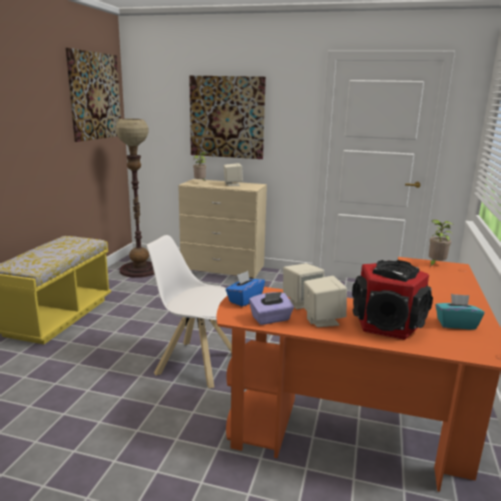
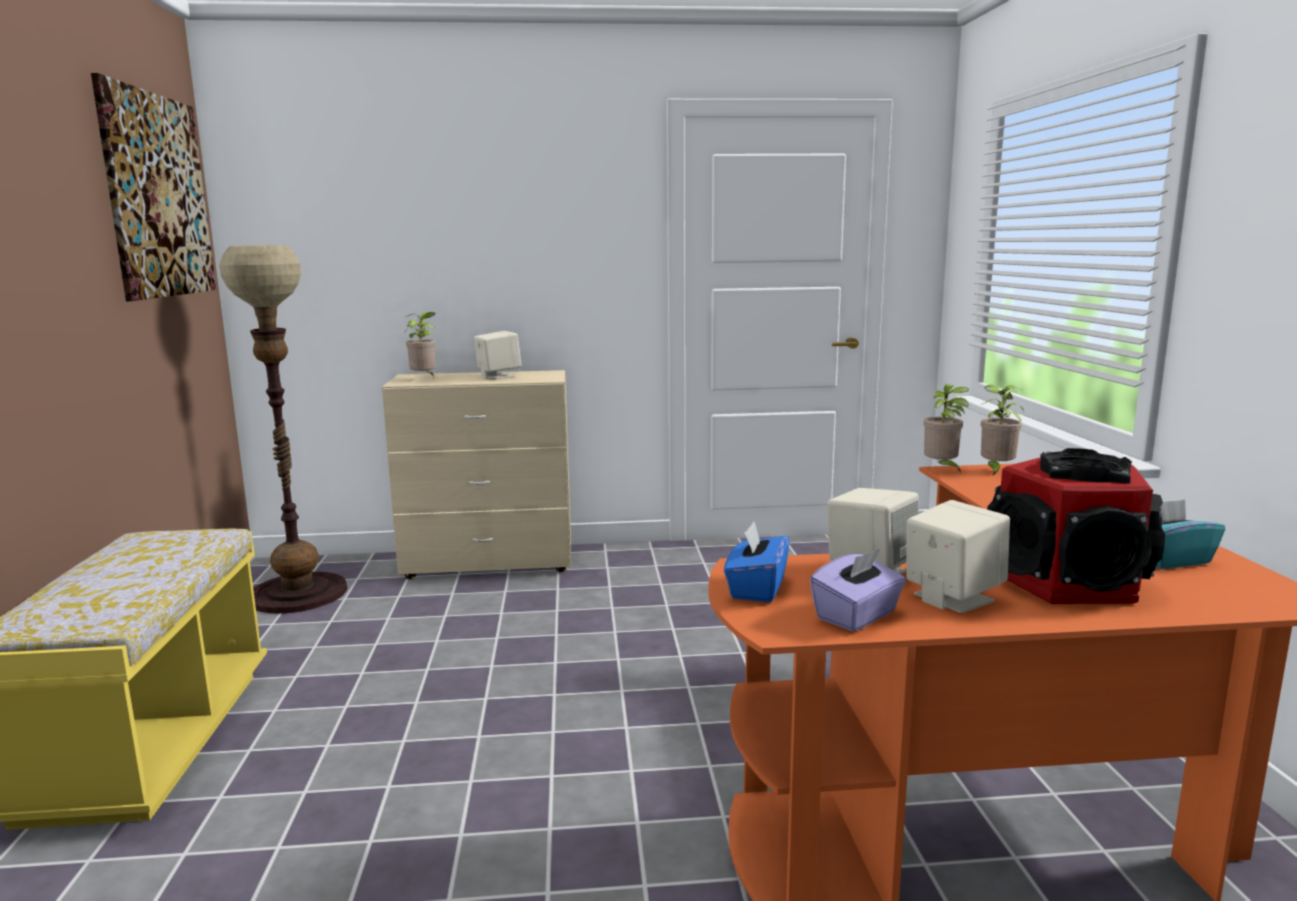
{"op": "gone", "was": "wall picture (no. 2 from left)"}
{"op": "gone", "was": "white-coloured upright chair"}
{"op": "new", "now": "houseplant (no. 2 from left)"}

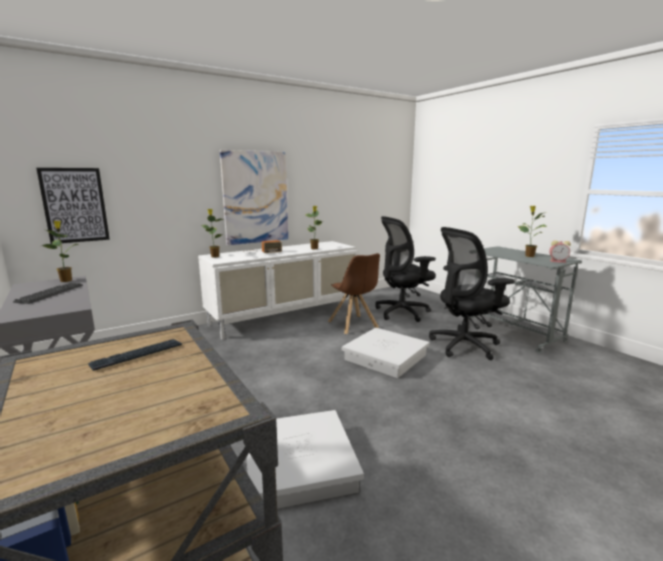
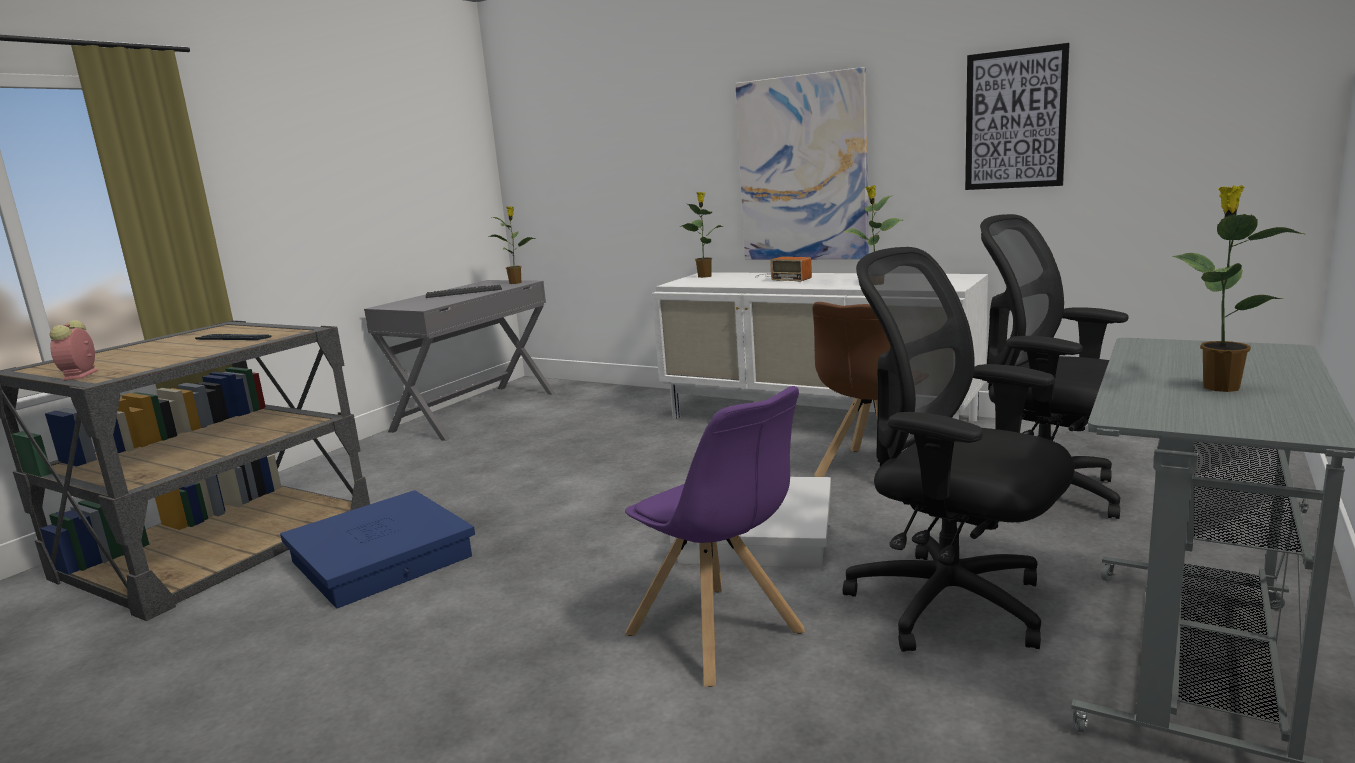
{"op": "shifted", "was": "wall picture (no. 1 from left in the first image)", "now": "wall picture (no. 2 from left)"}
{"op": "shifted", "was": "alarm clock"}
{"op": "repainted", "was": "white-coloured storage container (no. 1 from left)", "now": "bluish storage container"}
{"op": "new", "now": "purplish upright chair"}

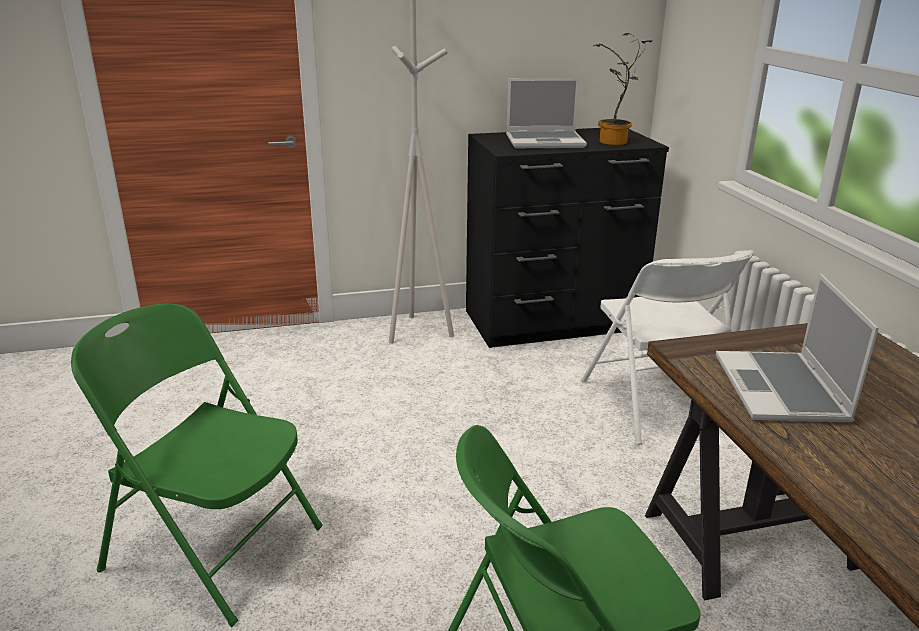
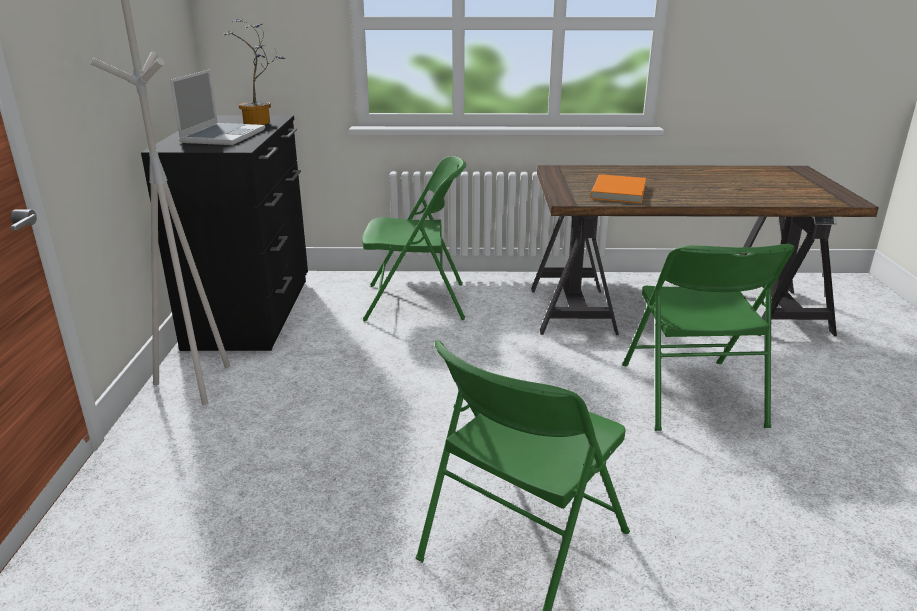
{"op": "repainted", "was": "white-coloured upright chair", "now": "green-coloured upright chair (no. 1 from left)"}
{"op": "swapped", "was": "portable computer (no. 2 from left)", "now": "orange-coloured book"}

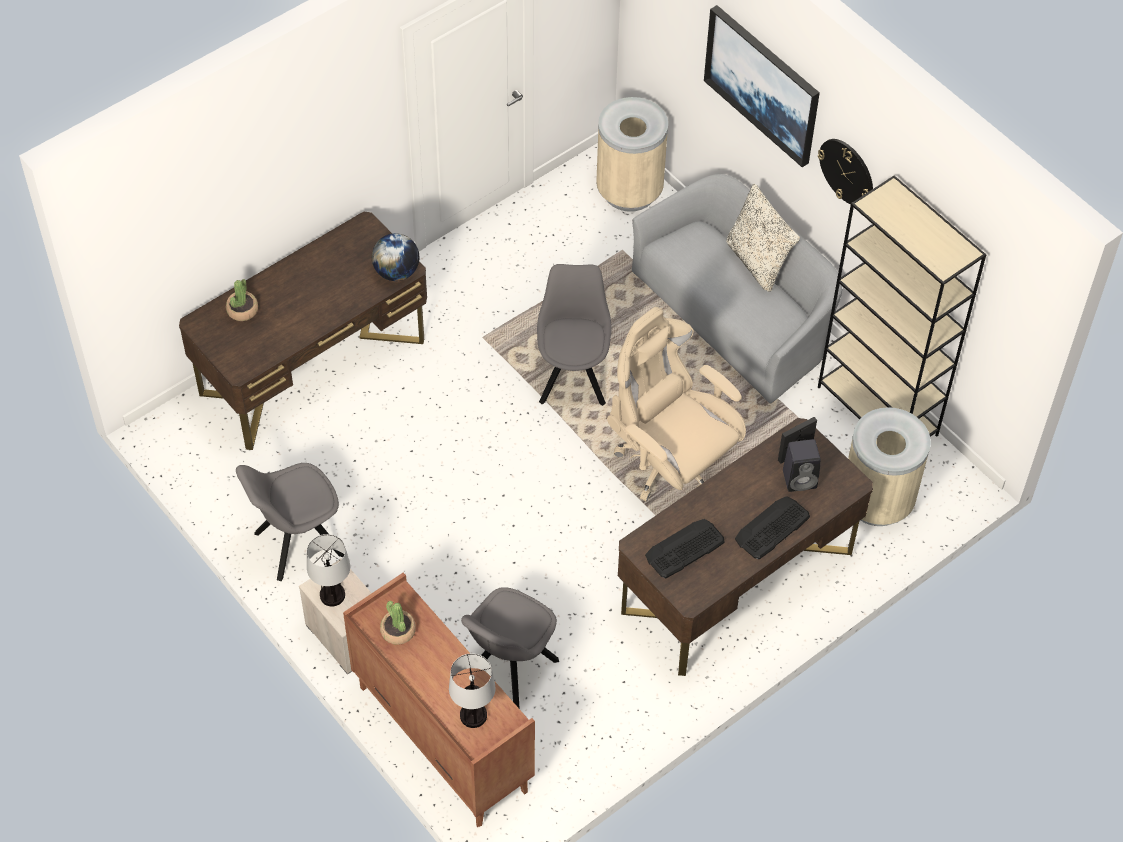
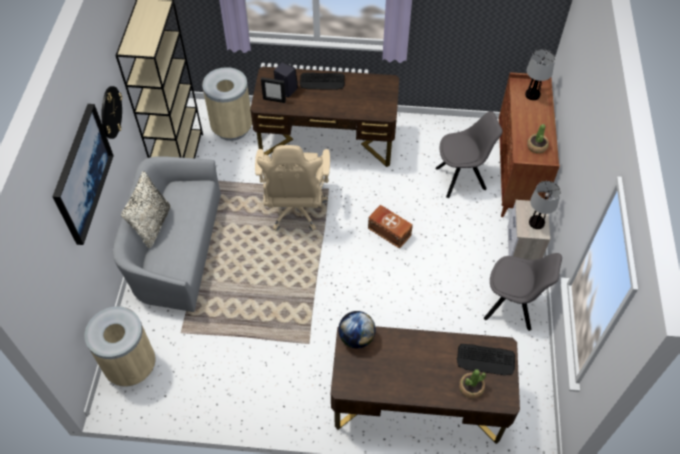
{"op": "gone", "was": "greyish upright chair (no. 3 from left)"}
{"op": "shifted", "was": "keyboard (no. 1 from left in the first image)", "now": "keyboard (no. 2 from left)"}
{"op": "new", "now": "brown-coloured storage container"}

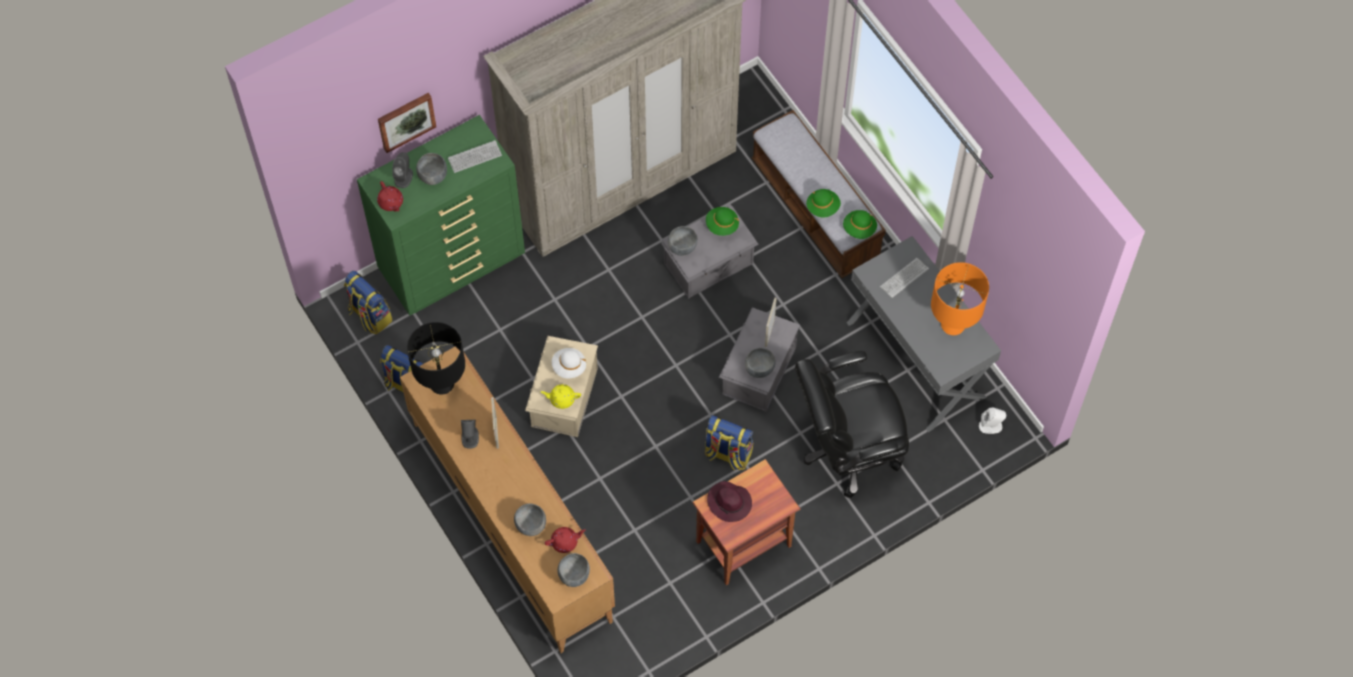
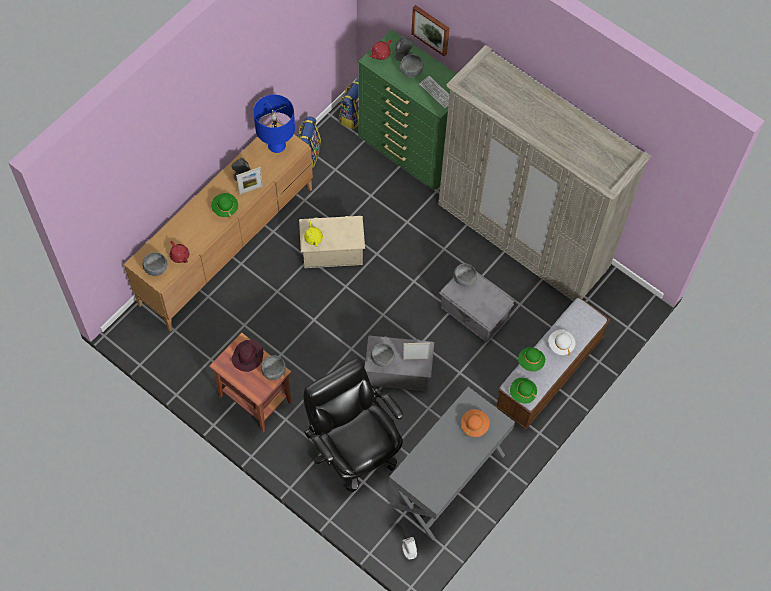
{"op": "shifted", "was": "green-coloured wearable hat (no. 1 from left)"}
{"op": "swapped", "was": "keyboard (no. 2 from left)", "now": "orange-coloured wearable hat"}
{"op": "gone", "was": "orange-coloured lamp for a table"}
{"op": "repainted", "was": "black lamp for a table", "now": "bluish lamp for a table"}
{"op": "shifted", "was": "white-coloured wearable hat"}
{"op": "gone", "was": "backpack (no. 3 from left)"}
{"op": "shifted", "was": "greyish serving bowl (no. 2 from left)"}

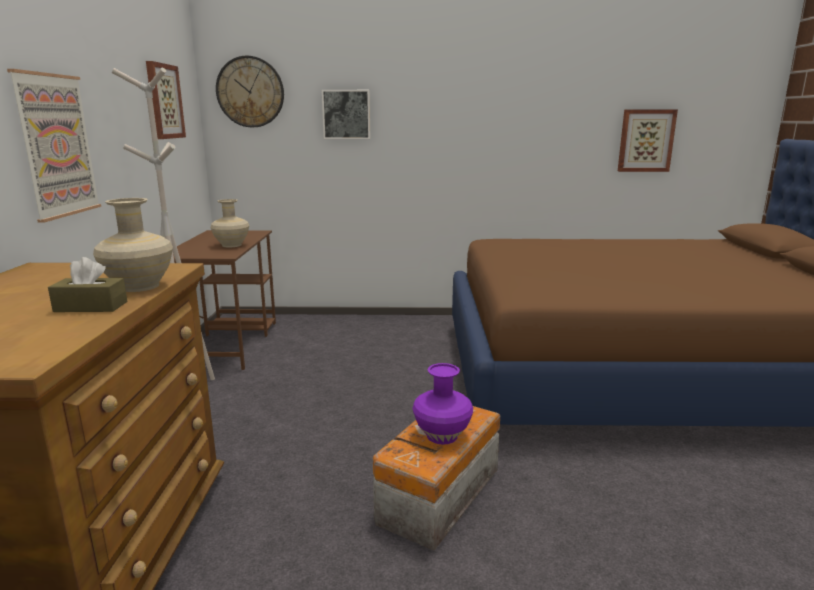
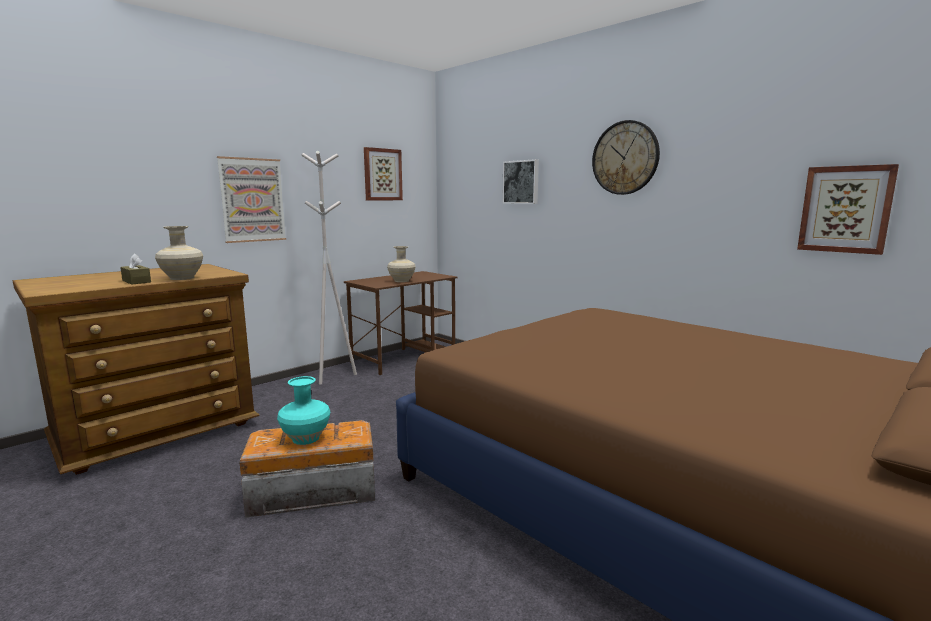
{"op": "shifted", "was": "wall clock"}
{"op": "repainted", "was": "purplish flower vase", "now": "blue-green flower vase"}

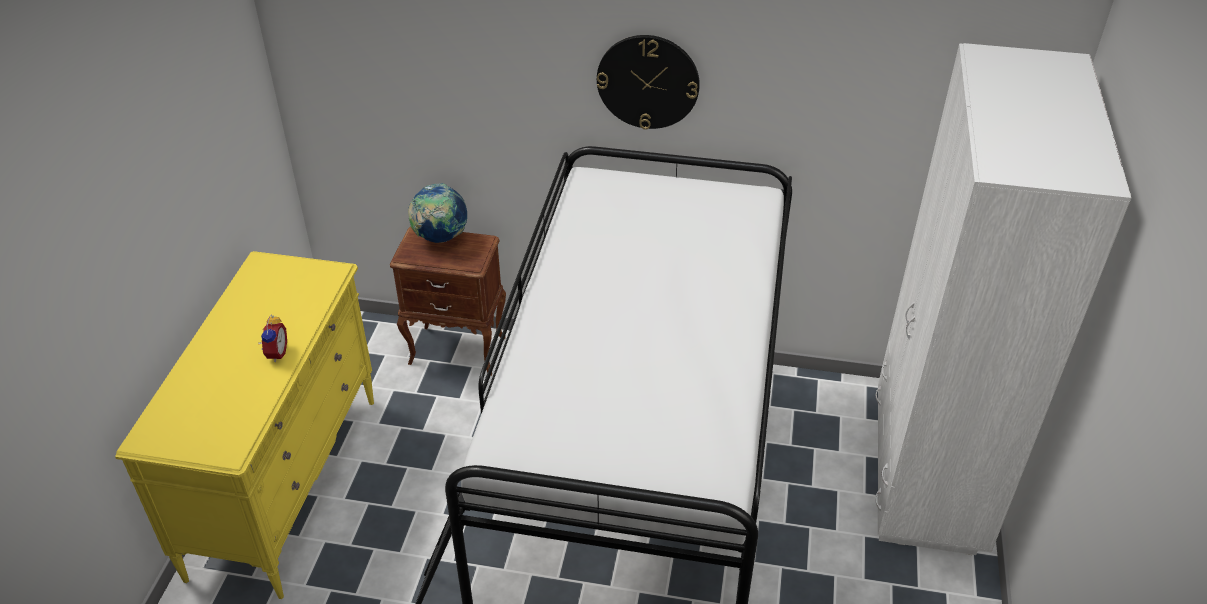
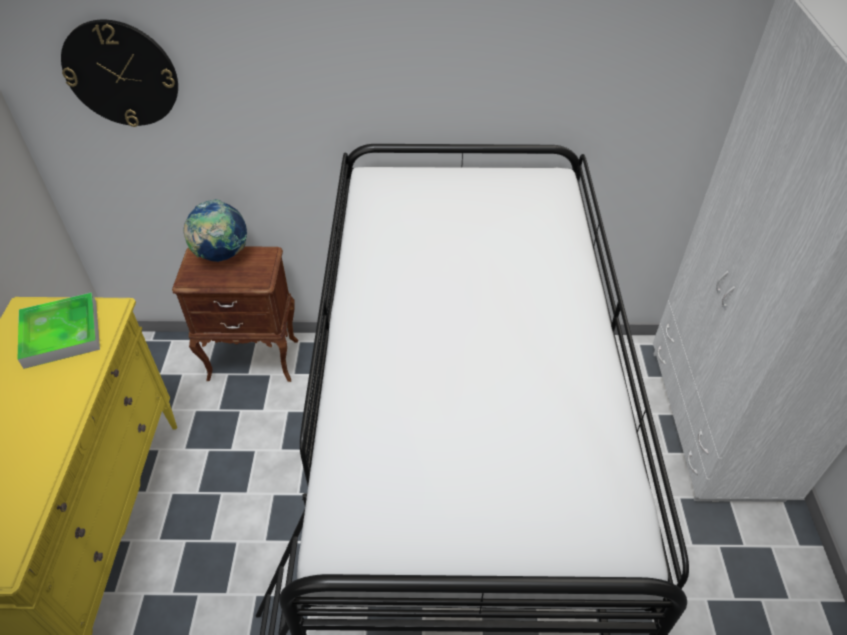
{"op": "shifted", "was": "wall clock"}
{"op": "gone", "was": "alarm clock"}
{"op": "new", "now": "carrying tray"}

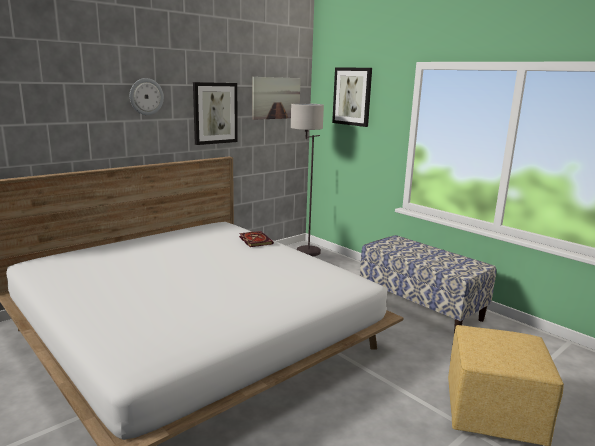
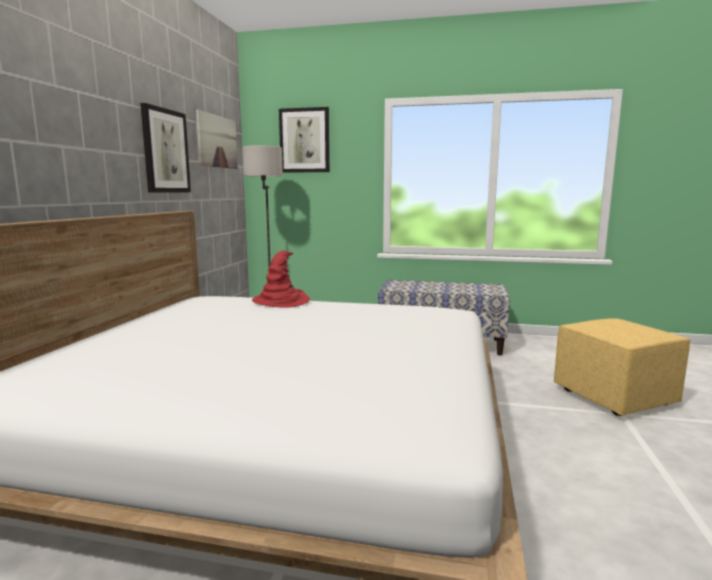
{"op": "gone", "was": "wall clock"}
{"op": "swapped", "was": "book", "now": "reddish wearable hat"}

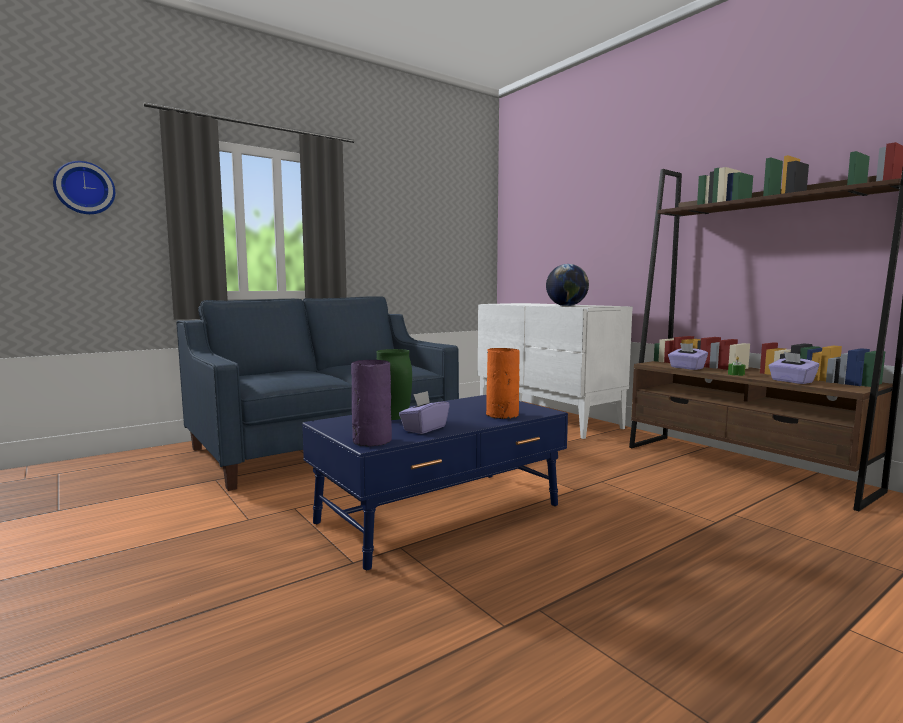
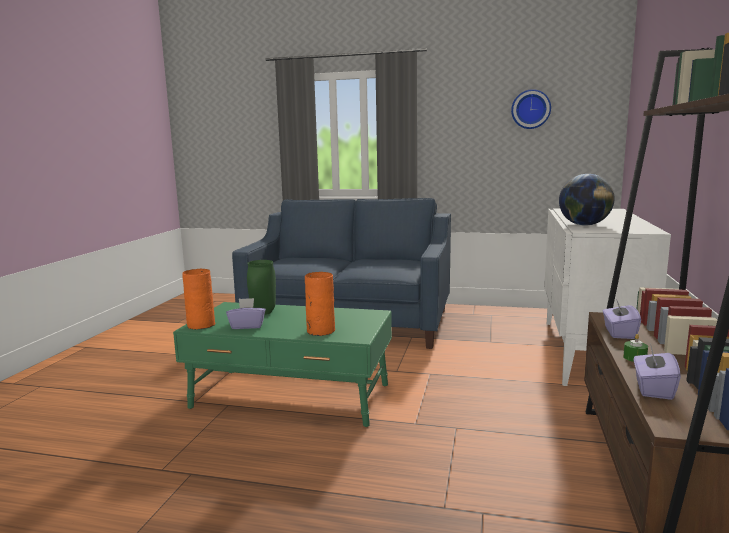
{"op": "shifted", "was": "wall clock"}
{"op": "repainted", "was": "purplish flower vase", "now": "orange-coloured flower vase (no. 1 from left)"}
{"op": "repainted", "was": "bluish low table", "now": "green-coloured low table"}

